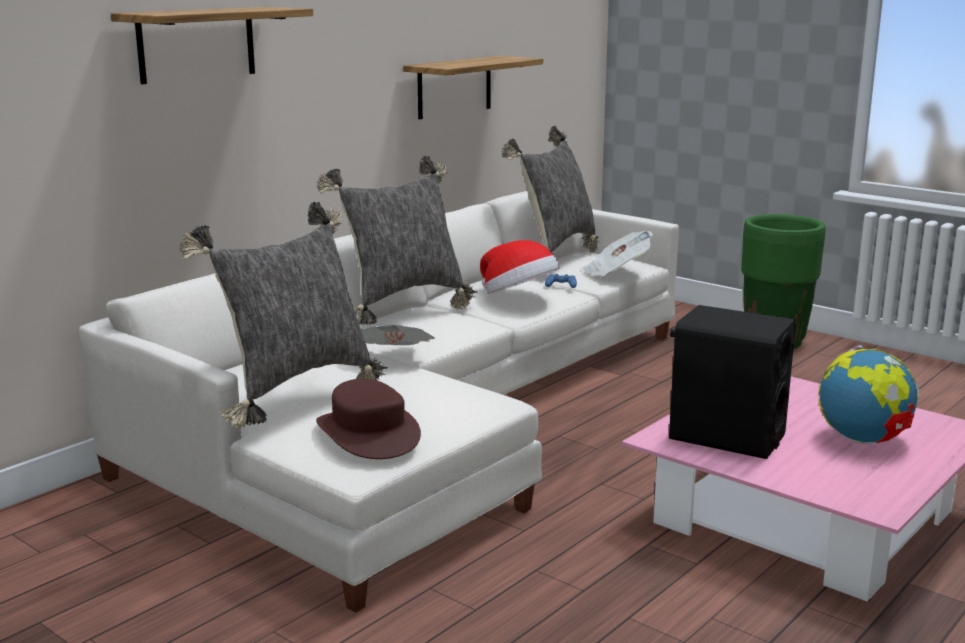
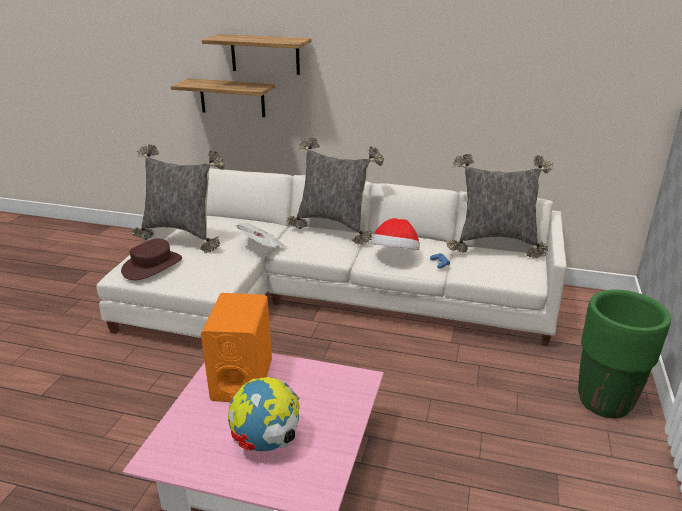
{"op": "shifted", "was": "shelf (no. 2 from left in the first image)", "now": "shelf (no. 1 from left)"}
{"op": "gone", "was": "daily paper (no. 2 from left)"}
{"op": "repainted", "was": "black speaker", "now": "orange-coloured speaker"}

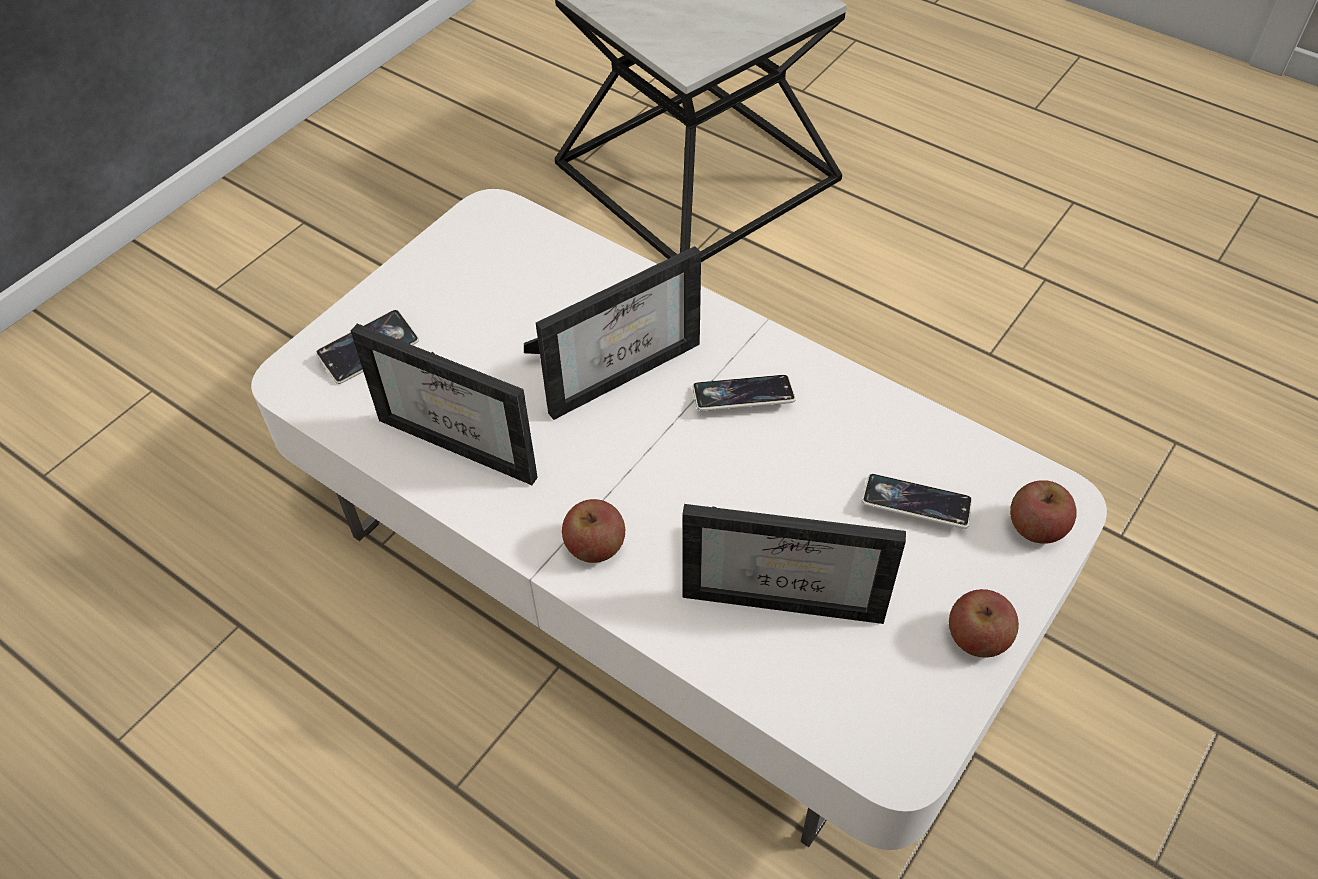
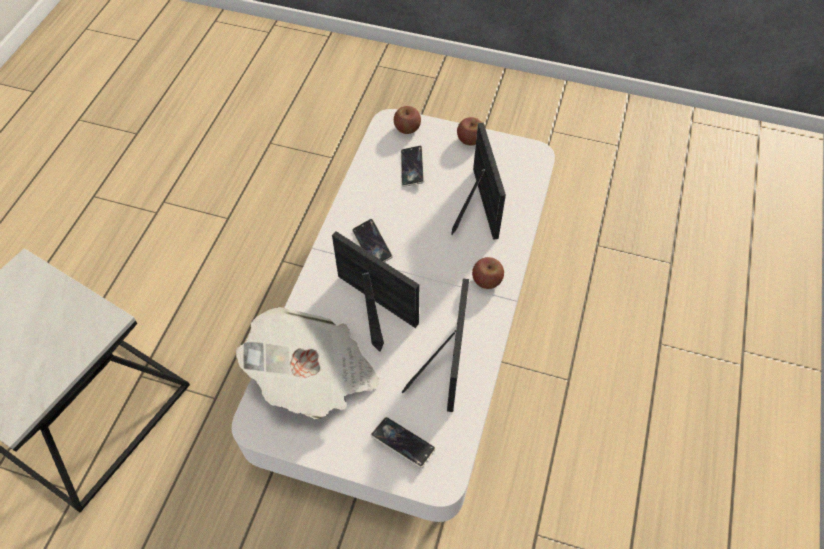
{"op": "new", "now": "daily paper"}

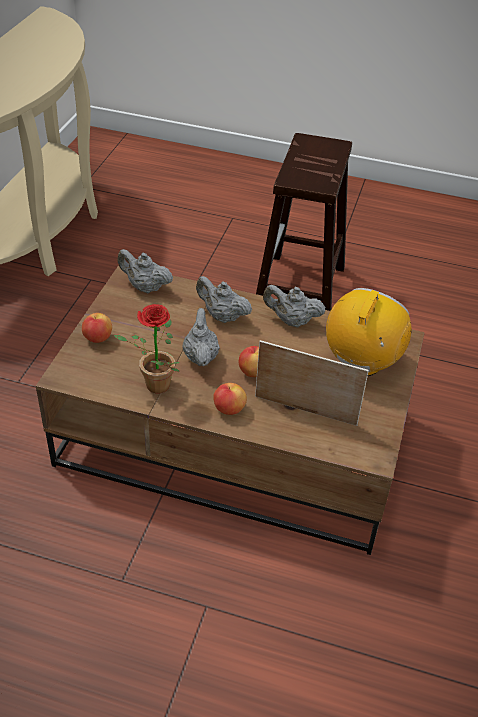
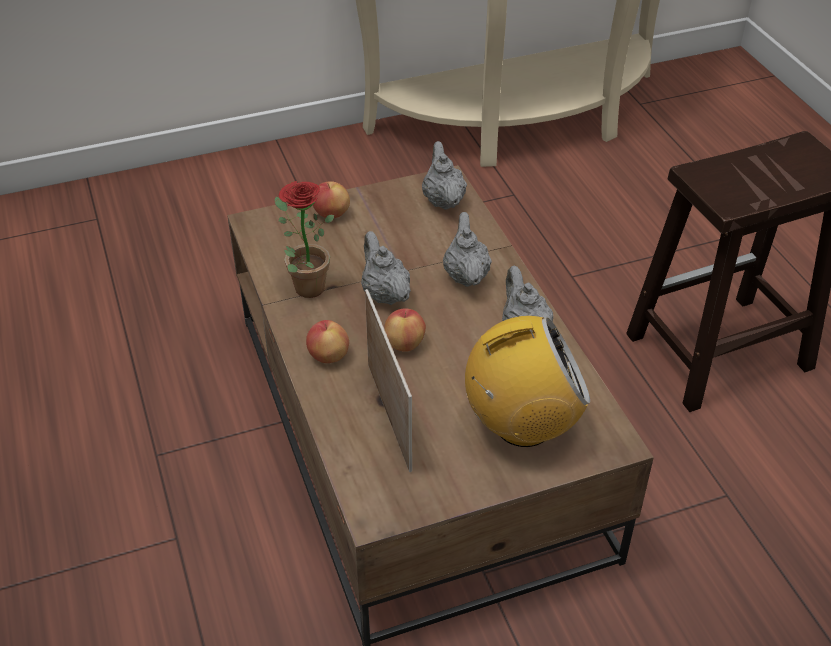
{"op": "rotated", "was": "greyish teapot (no. 2 from left in the first image)", "clockwise": -75}

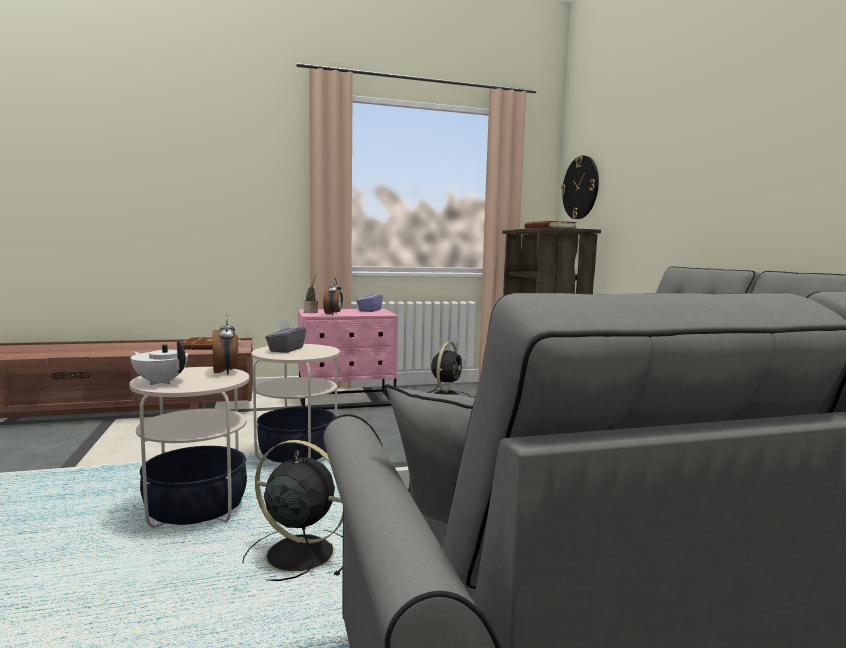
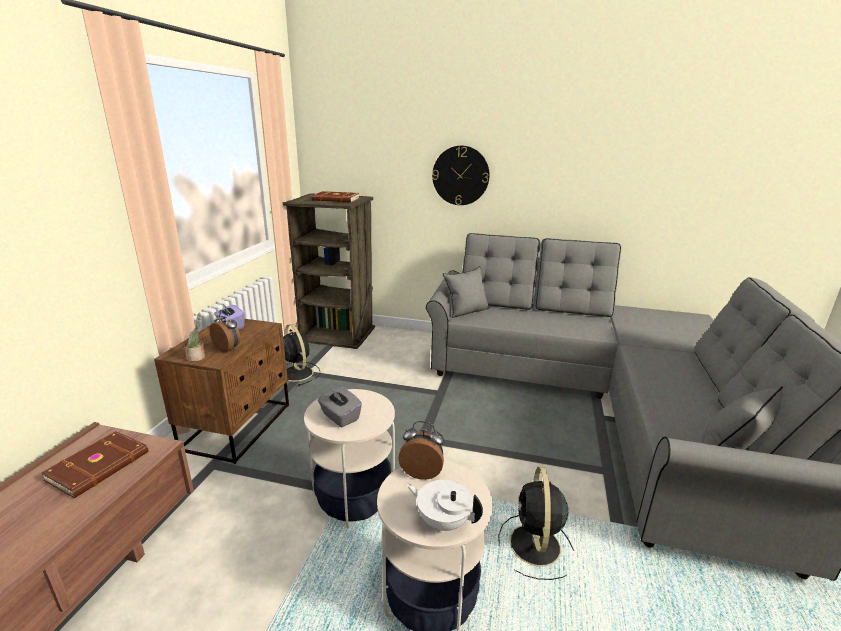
{"op": "shifted", "was": "wall clock"}
{"op": "repainted", "was": "pinkish nightstand", "now": "brown-coloured nightstand"}
{"op": "rotated", "was": "white-coloured teapot", "clockwise": 60}
{"op": "rotated", "was": "black cooling fan (no. 1 from left in the first image)", "clockwise": -45}

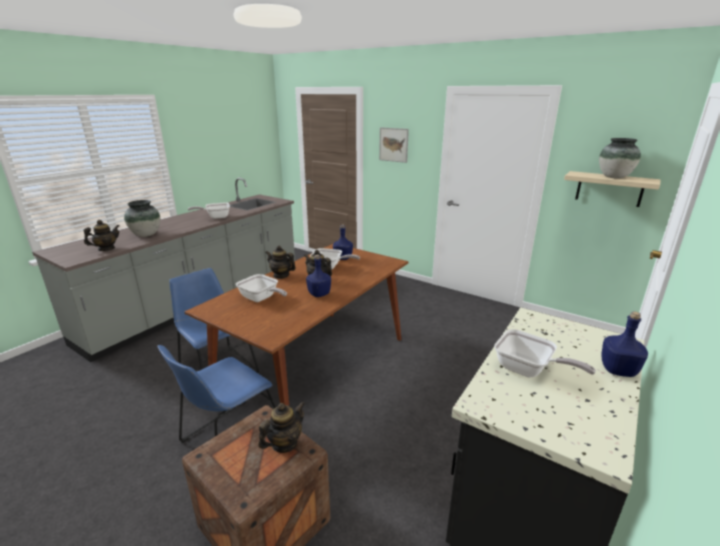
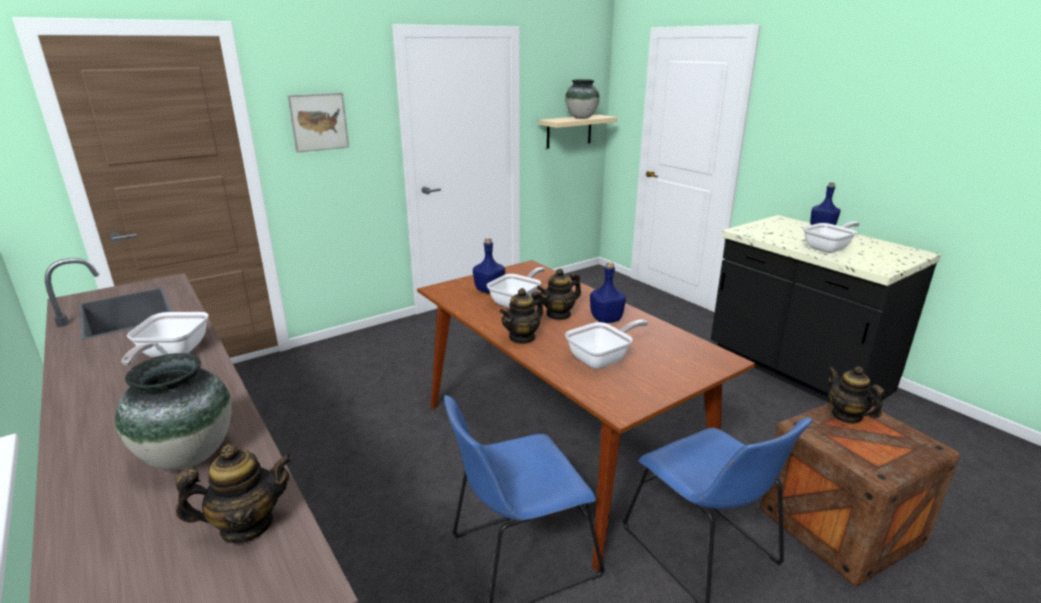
{"op": "rotated", "was": "teapot (no. 1 from left)", "clockwise": 90}

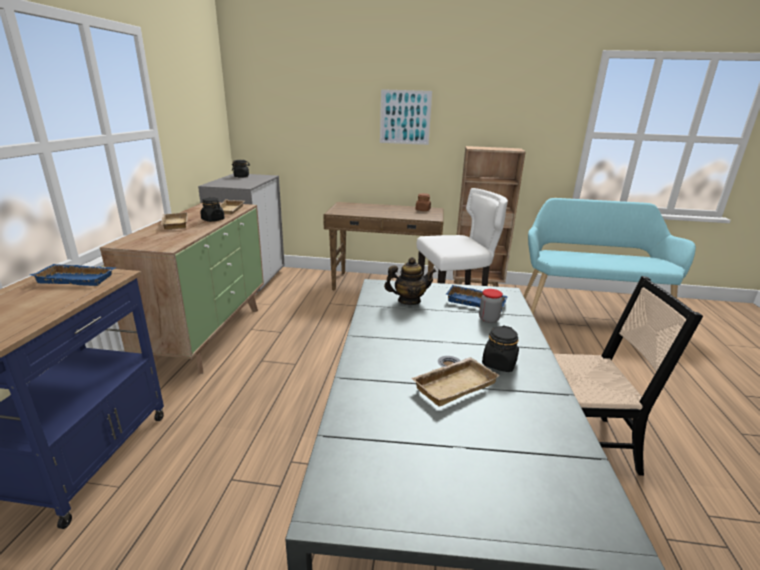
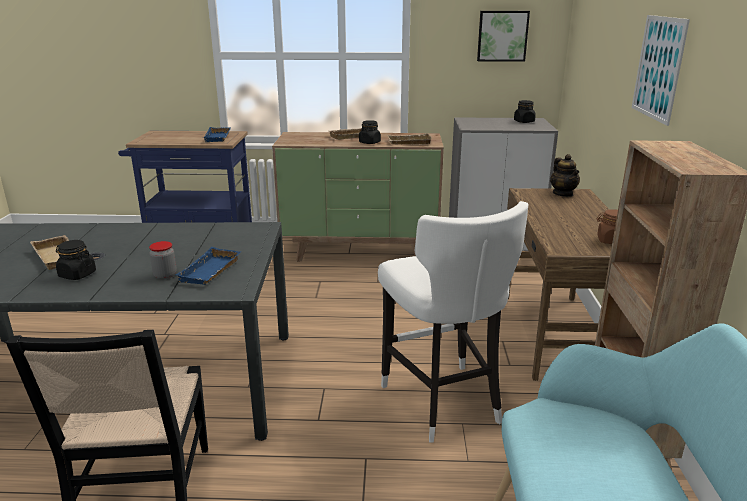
{"op": "shifted", "was": "teapot"}
{"op": "new", "now": "wall picture (no. 1 from left)"}

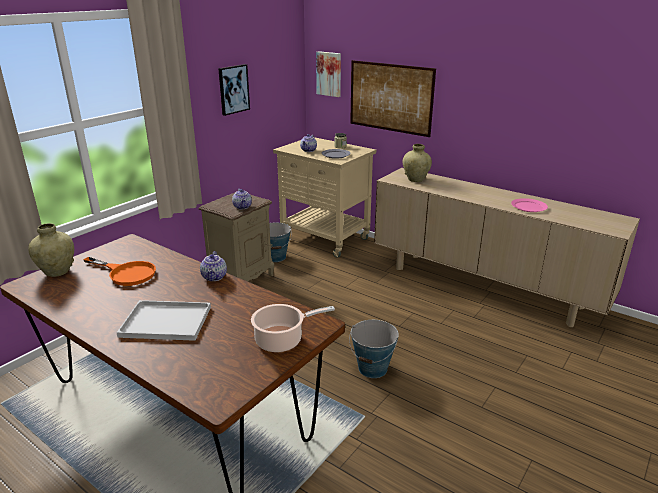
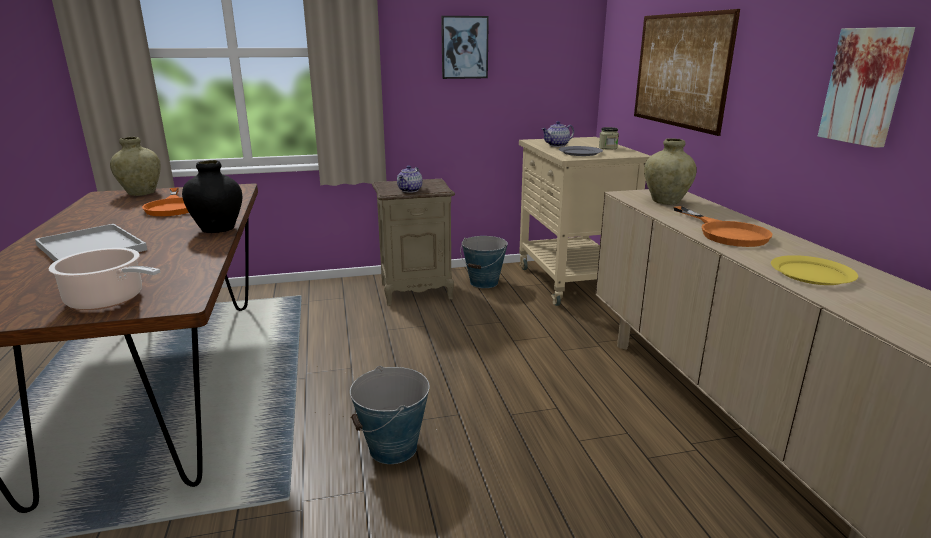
{"op": "shifted", "was": "wall picture (no. 2 from left in the first image)", "now": "wall picture (no. 3 from left)"}
{"op": "repainted", "was": "pinkish plate", "now": "yellow-coloured plate"}
{"op": "swapped", "was": "teapot (no. 1 from left)", "now": "black flower vase"}
{"op": "new", "now": "orange-coloured pan (no. 2 from left)"}

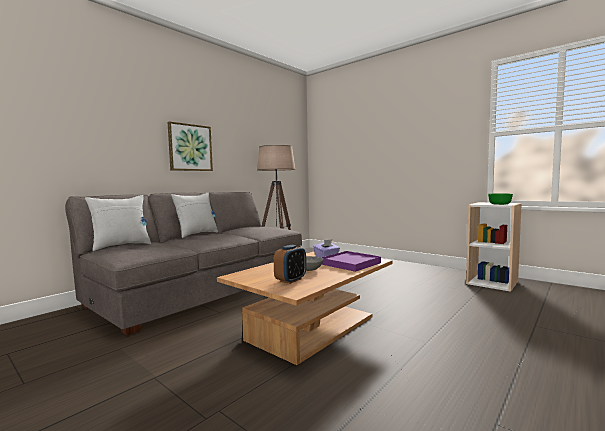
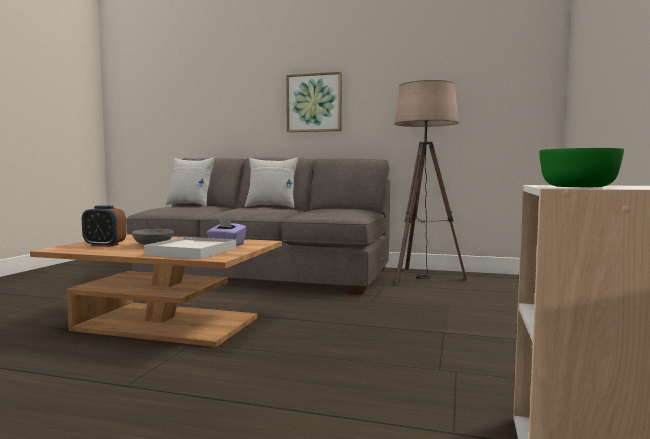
{"op": "repainted", "was": "purplish carrying tray", "now": "white-coloured carrying tray"}

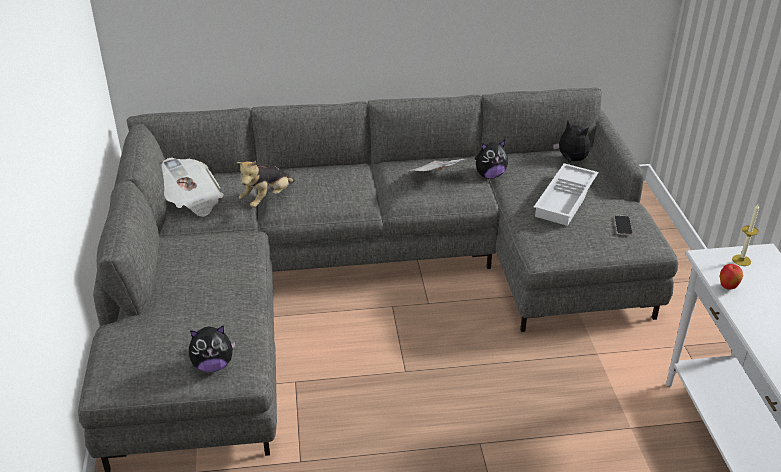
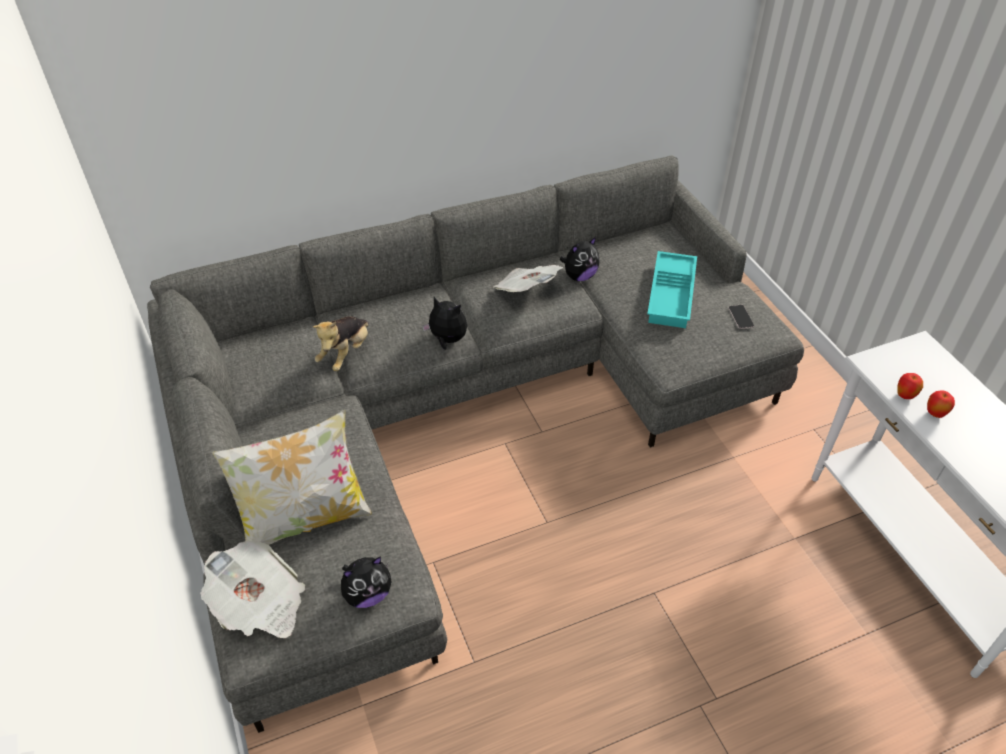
{"op": "shifted", "was": "cuddly toy (no. 4 from left in the first image)", "now": "cuddly toy (no. 3 from left)"}
{"op": "shifted", "was": "daily paper (no. 1 from left)"}
{"op": "repainted", "was": "white-coloured carrying tray", "now": "blue-green carrying tray"}
{"op": "gone", "was": "candle"}
{"op": "new", "now": "whole apple (no. 2 from left)"}
{"op": "new", "now": "cushion"}

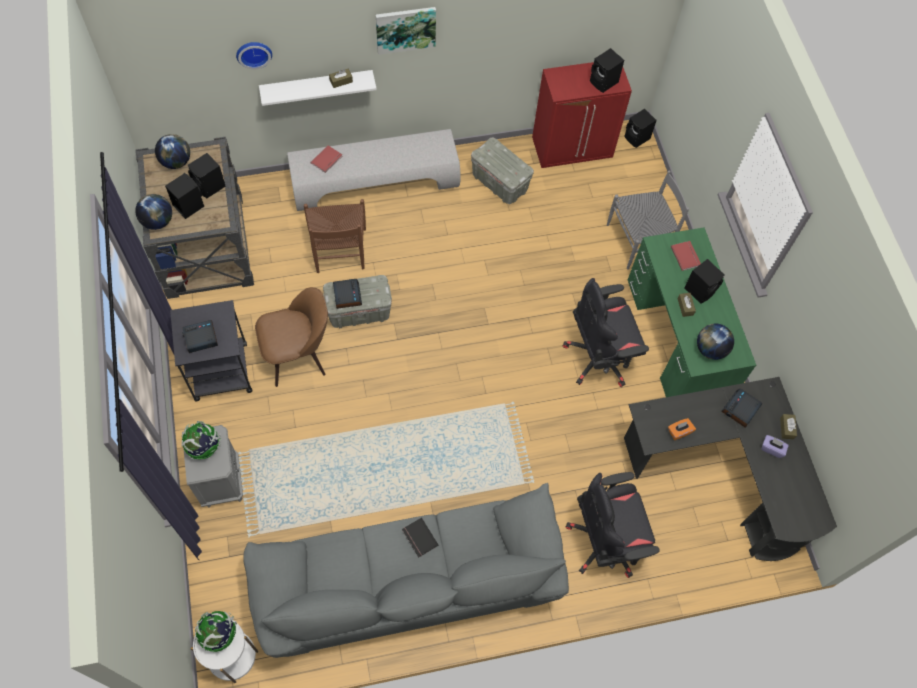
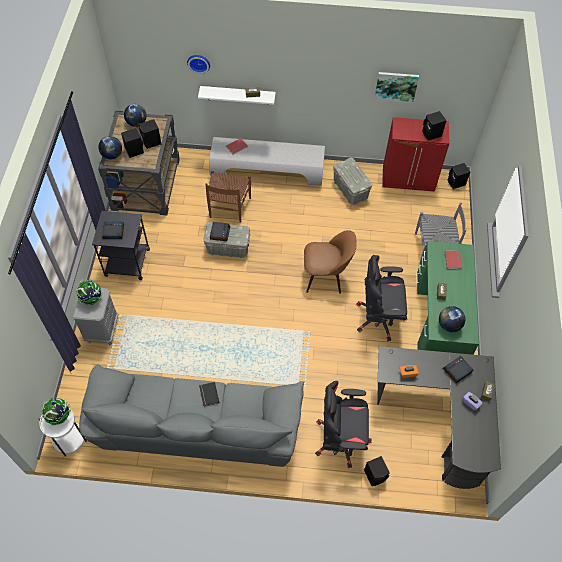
{"op": "shifted", "was": "wall picture"}
{"op": "shifted", "was": "black speaker (no. 5 from left in the first image)", "now": "black speaker (no. 3 from left)"}
{"op": "shifted", "was": "brown-coloured upright chair (no. 1 from left in the first image)", "now": "brown-coloured upright chair (no. 2 from left)"}

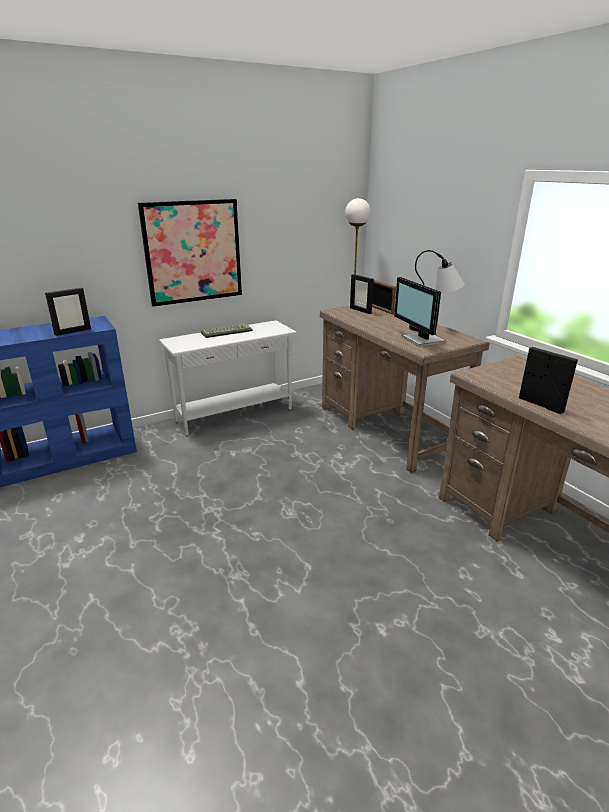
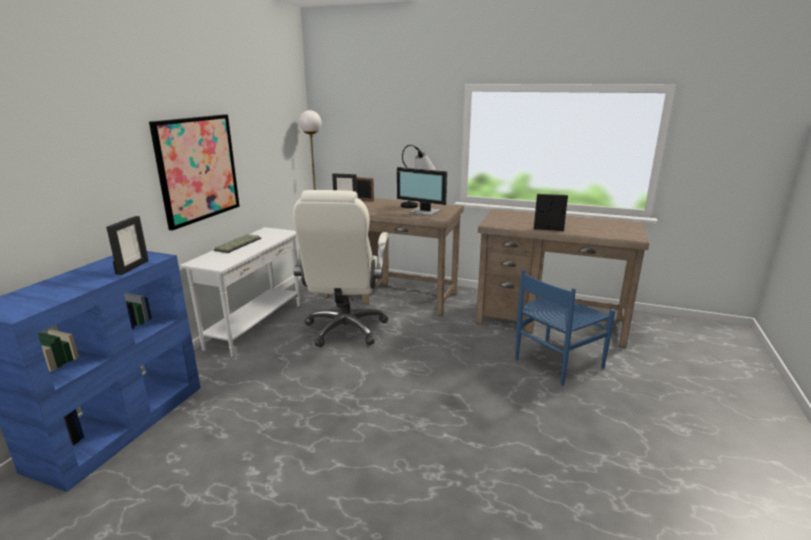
{"op": "new", "now": "white-coloured desk chair"}
{"op": "new", "now": "bluish upright chair"}

